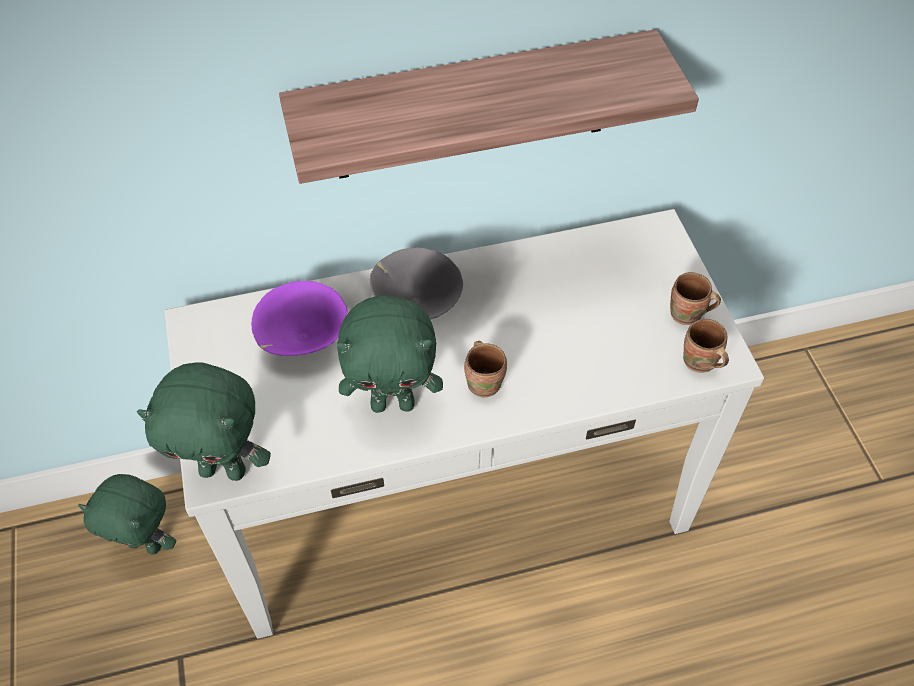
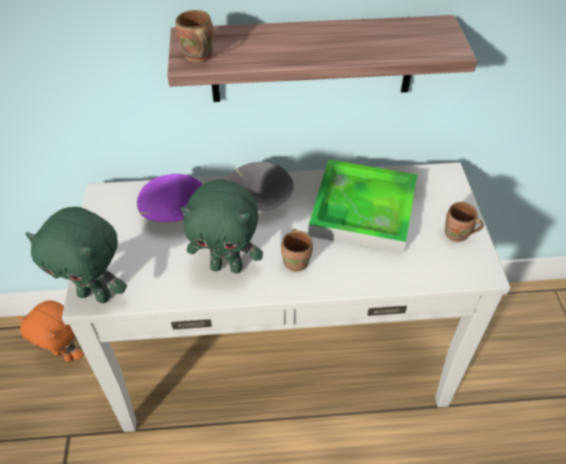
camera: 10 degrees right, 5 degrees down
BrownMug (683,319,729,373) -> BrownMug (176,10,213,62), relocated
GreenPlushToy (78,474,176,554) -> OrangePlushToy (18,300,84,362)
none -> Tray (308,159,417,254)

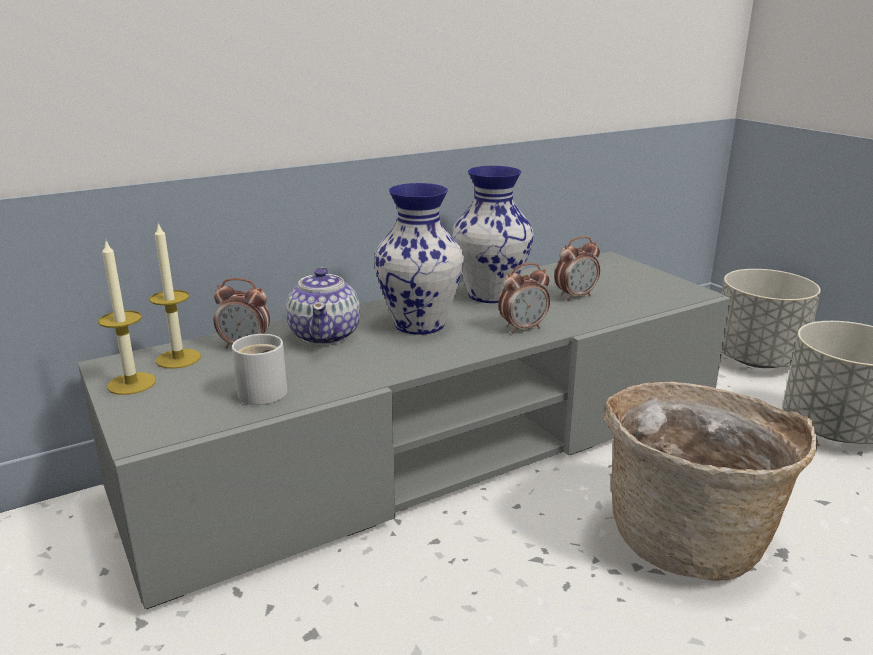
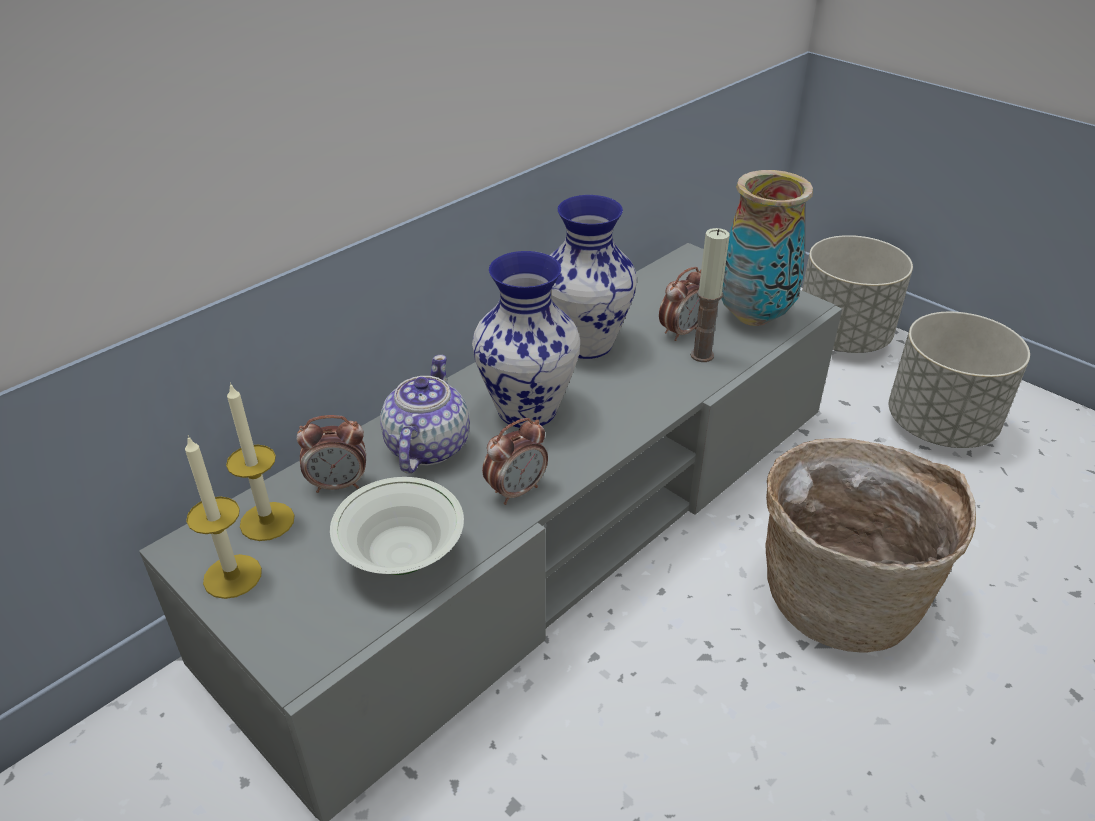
camera: 15 degrees left, 15 degrees up
AlarmClock (498,263,550,334) -> AlarmClock (482,418,548,505), relocated
Teapot (286,267,360,346) -> Teapot (380,355,470,473), 150 degrees counterclockwise
WhiteMug (232,334,287,405) -> WhiteBowl (330,477,464,575)
none -> Vase (721,170,813,326)
none -> Candle (690,228,730,362)

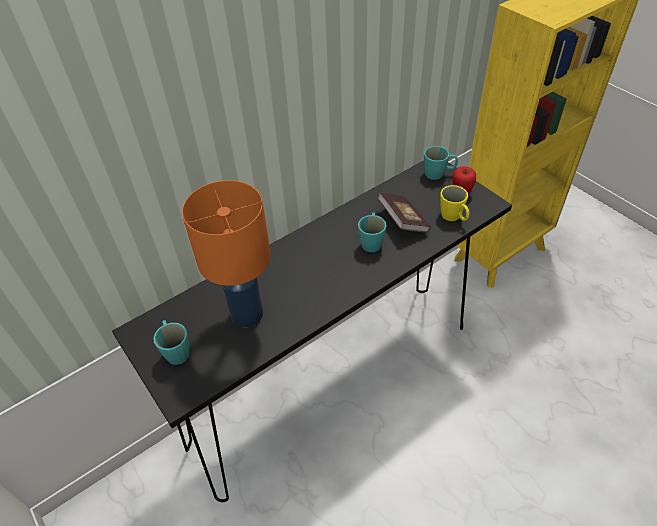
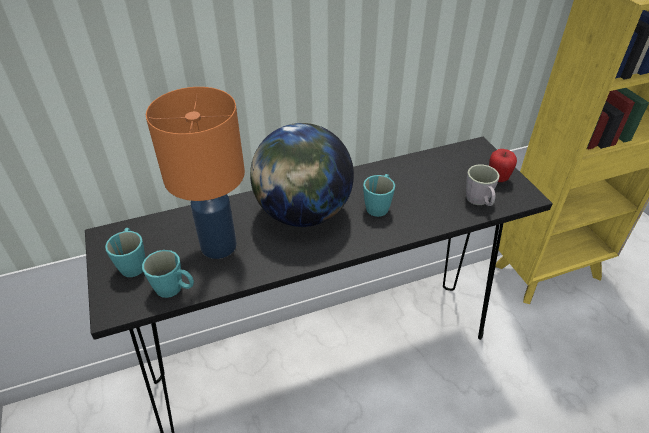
camera: 15 degrees right, 5 degrees down
TurquoiseMug (424,146,458,180) -> TurquoiseMug (142,250,194,298), relocated
YellowMug (440,185,470,221) -> GreyMug (466,164,500,206)
Book (377,192,431,233) -> none
none -> Globe (250,123,354,227)

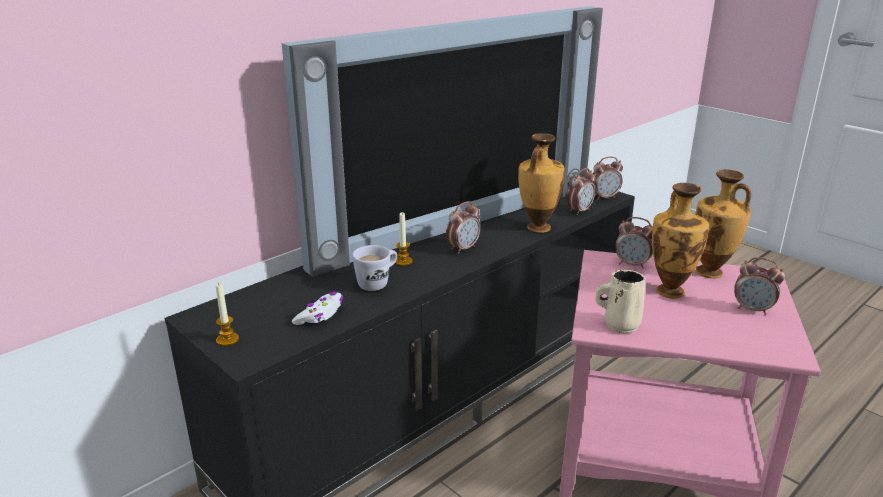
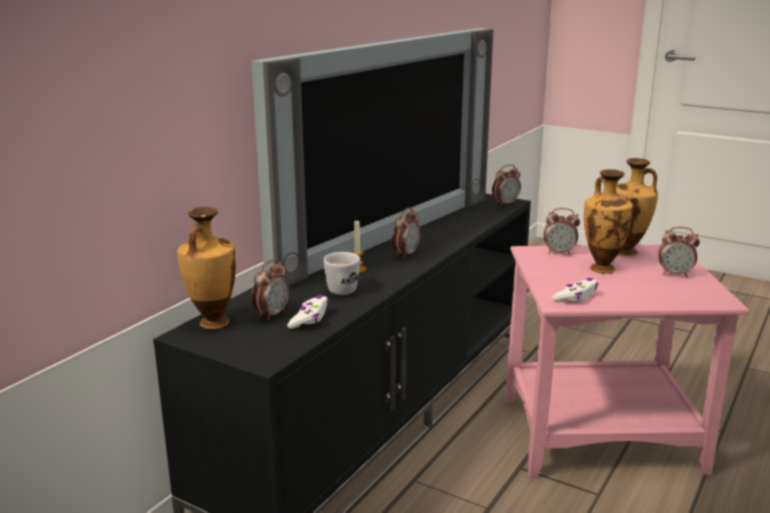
camera: 15 degrees left, 5 degrees down
Vase (518,133,564,233) -> Vase (177,207,236,329), relocated
AlarmClock (567,168,595,215) -> AlarmClock (252,259,289,321), relocated
BeigeMug (595,270,646,333) -> WhiteGameController (552,278,598,301)
Candle (216,282,239,346) -> none

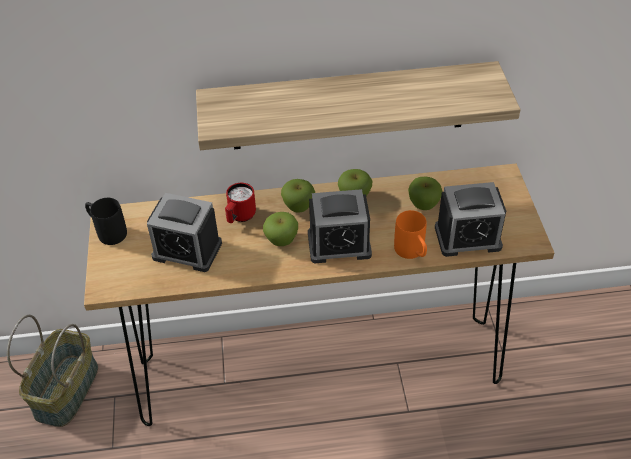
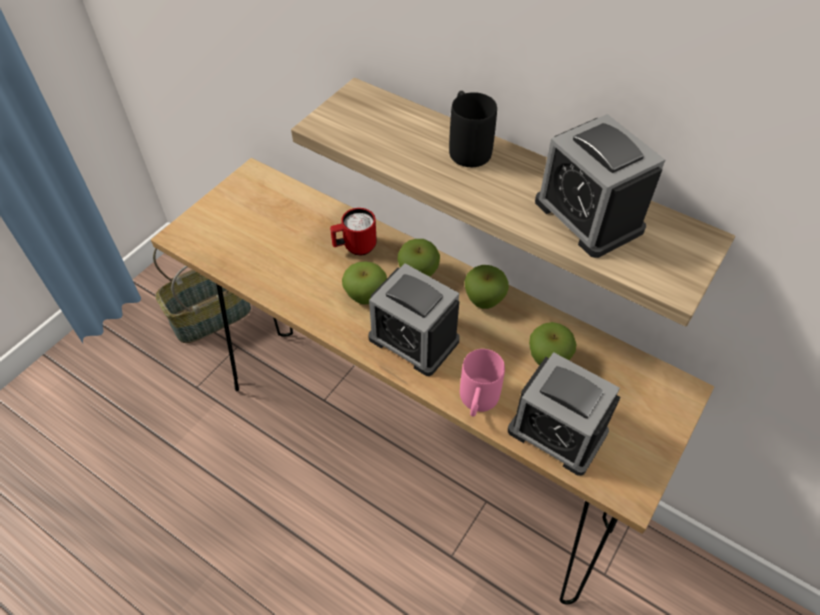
camera: 40 degrees right, 5 degrees up
AlarmClock (147,193,222,272) -> AlarmClock (535,114,665,258), relocated
BlackMug (85,198,127,245) -> BlackMug (449,91,497,167), relocated
OrangeMug (394,210,427,259) -> PinkMug (460,349,505,417)

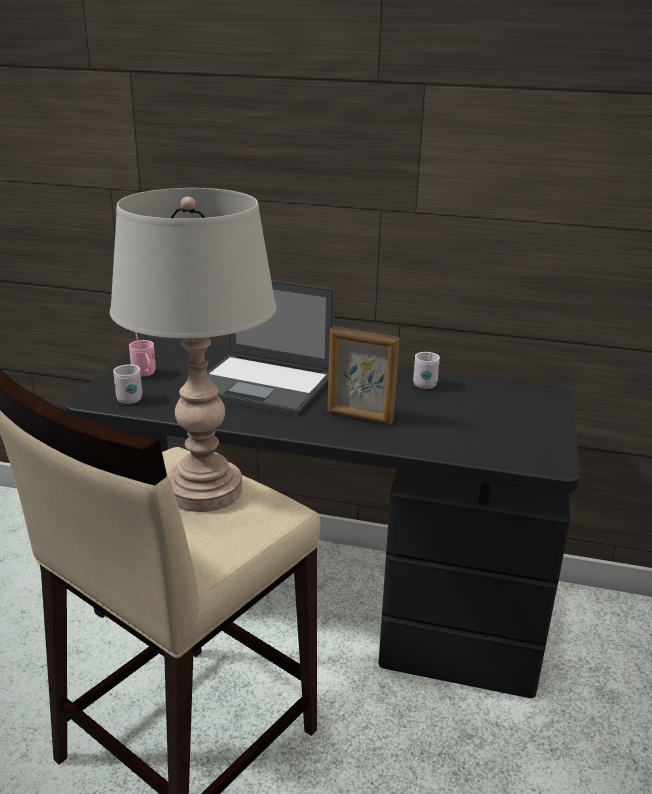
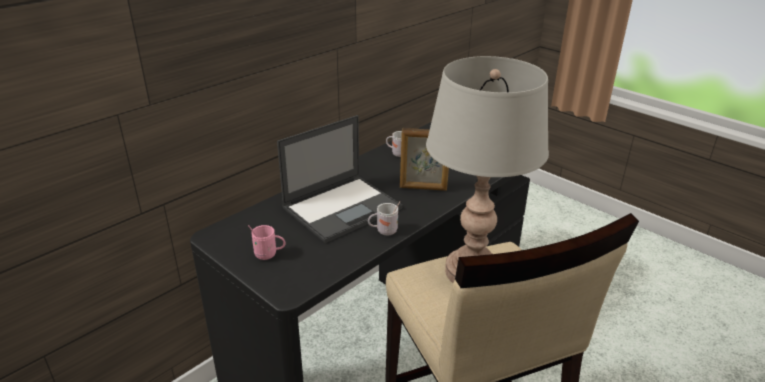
camera: 60 degrees left, 5 degrees up
PictureFrame (327,326,399,425) -> PictureFrame (400,128,449,191), 45 degrees clockwise
WhiteMug (113,365,142,404) -> WhiteMug (368,201,401,235), relocated

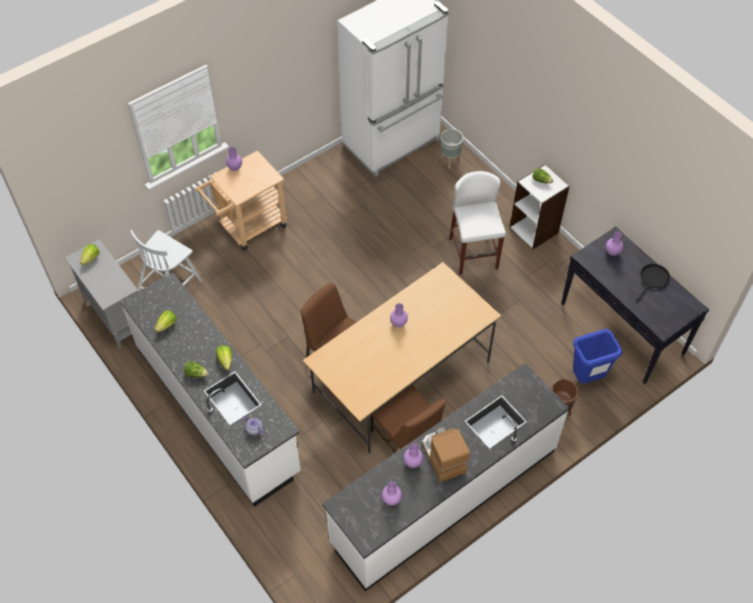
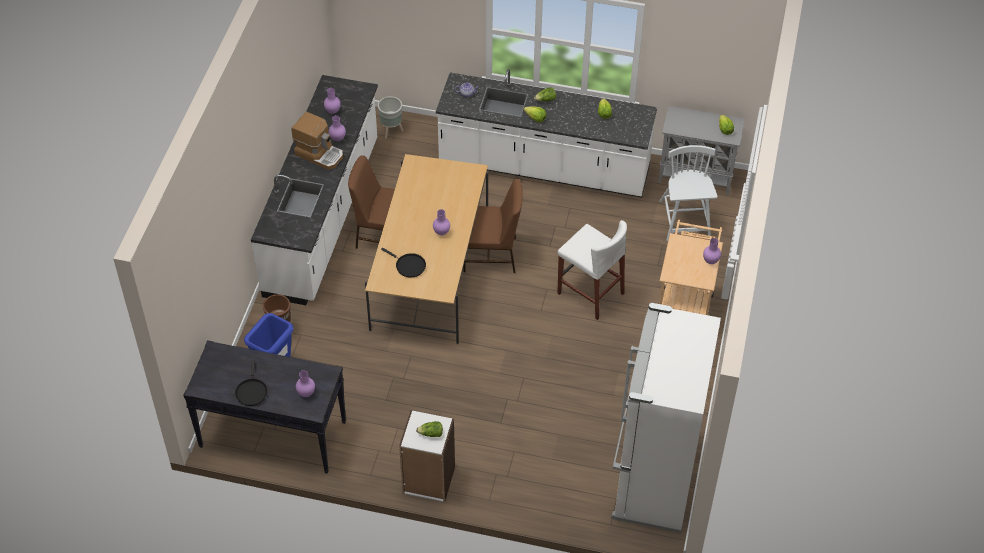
camera: 140 degrees right, 5 degrees down
GreyPlanter (441,129,464,169) -> GreyPlanter (378,96,403,139), relocated
WhiteStool (449,171,506,275) -> WhiteStool (557,220,627,320), relocated
none -> BlackFryingPan (381,248,426,278)

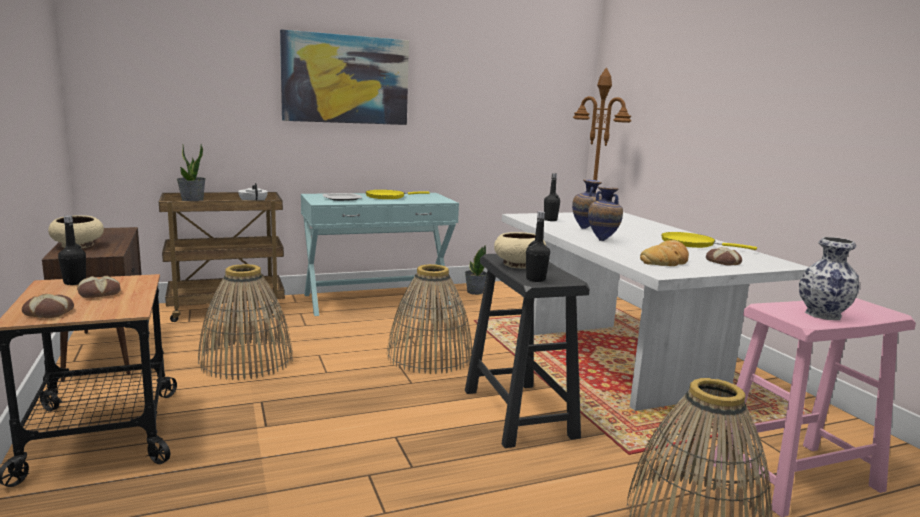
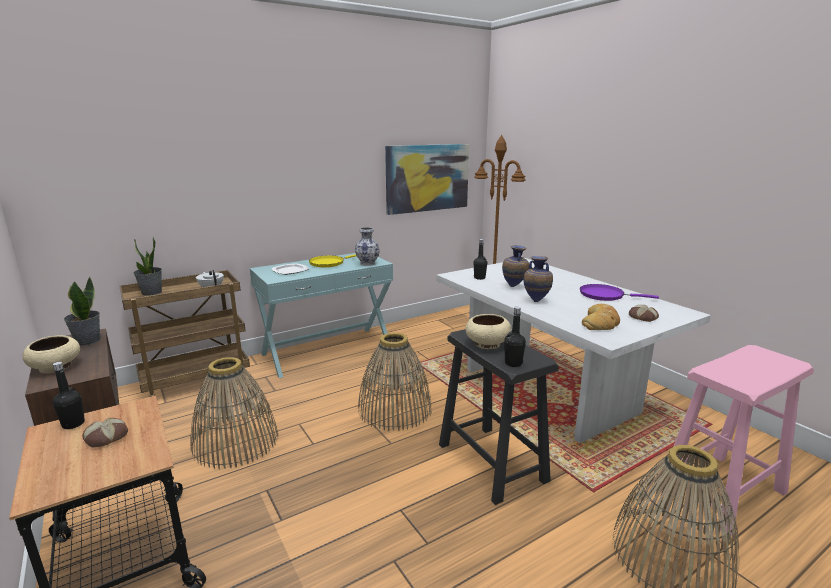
camera: 10 degrees left, 5 degrees up
Picture (280,29,409,125) -> Picture (385,144,469,215), relocated
YellowFryingPan (661,232,757,250) -> PurpleFryingPan (580,284,659,301)
Vase (799,237,860,320) -> Vase (355,227,380,266), relocated
PottedPlant (465,245,487,295) -> PottedPlant (64,277,101,346), relocated
Bread (22,294,74,318) -> none

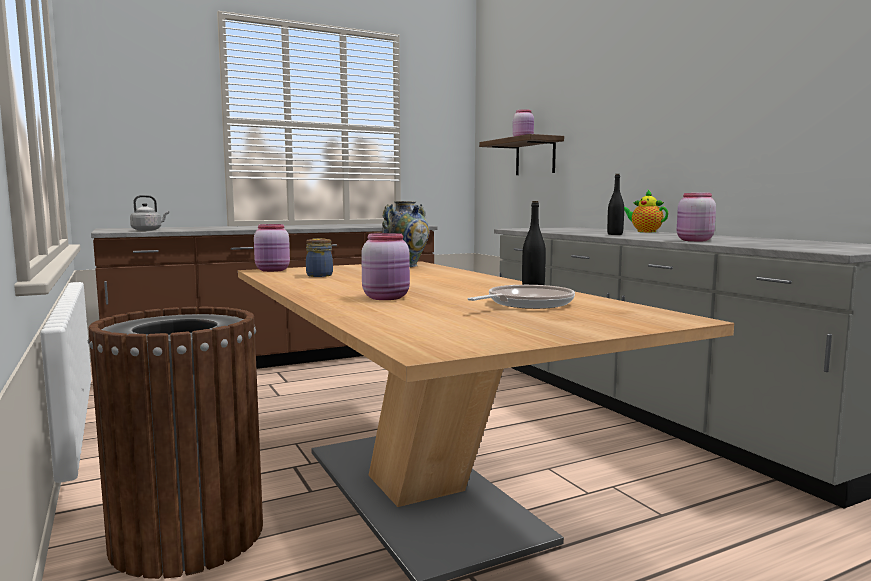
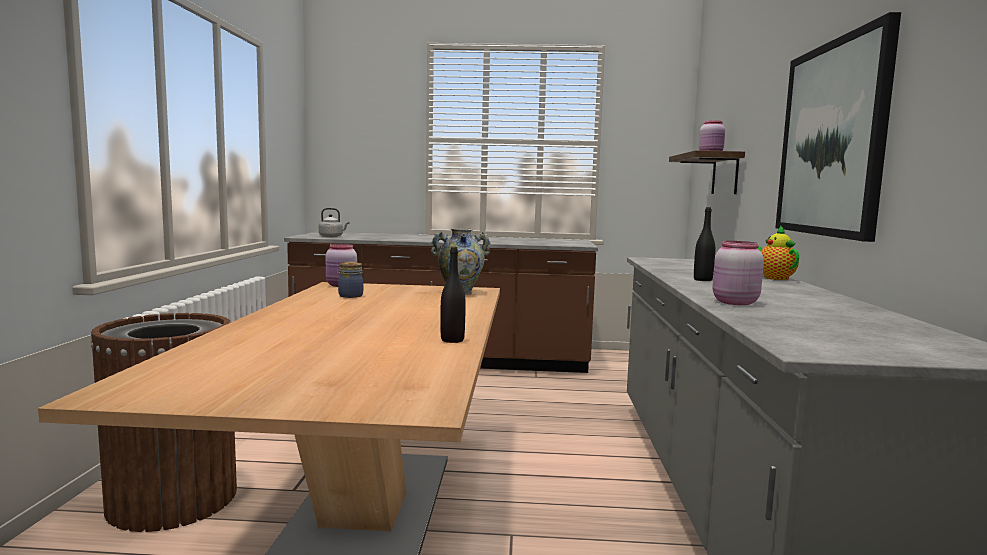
camera: 30 degrees right, 0 degrees up
PinkJar (361,233,410,300) -> none
FryingPan (467,285,575,309) -> none
none -> Picture (775,12,901,242)

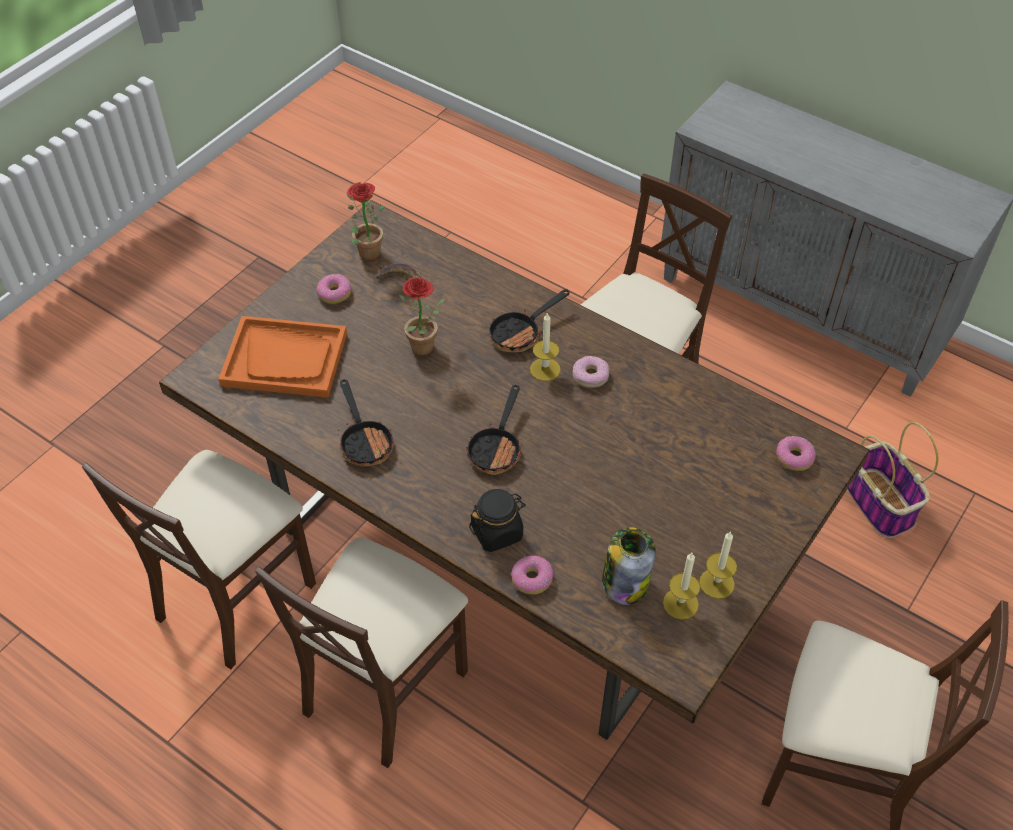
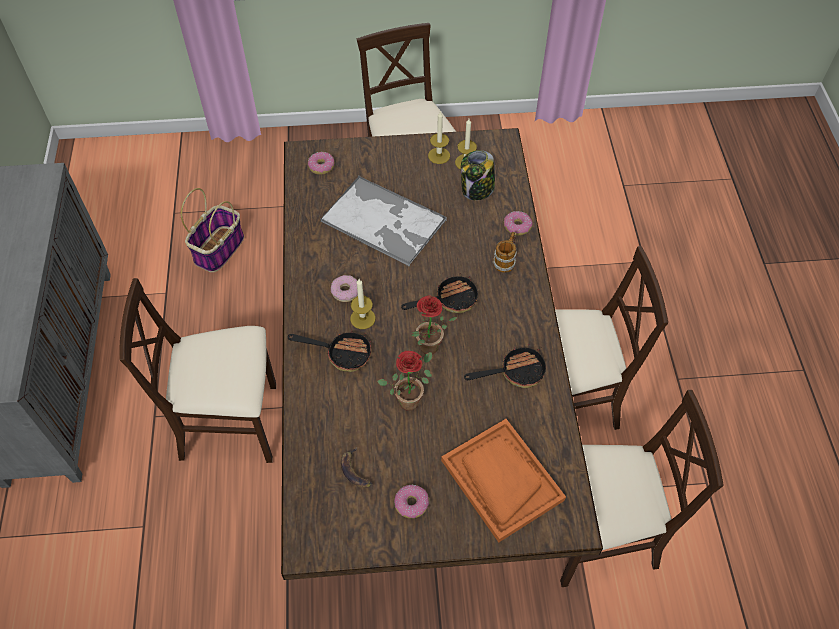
camera: 130 degrees left, 5 degrees up
PottedPlant (347,182,385,261) -> PottedPlant (411,295,458,354), relocated
FryingPan (338,379,395,466) -> FryingPan (464,344,546,388), 45 degrees clockwise
BlackJar (469,489,526,552) -> Mug (493,232,517,273)
none -> Tray (320,175,447,267)

